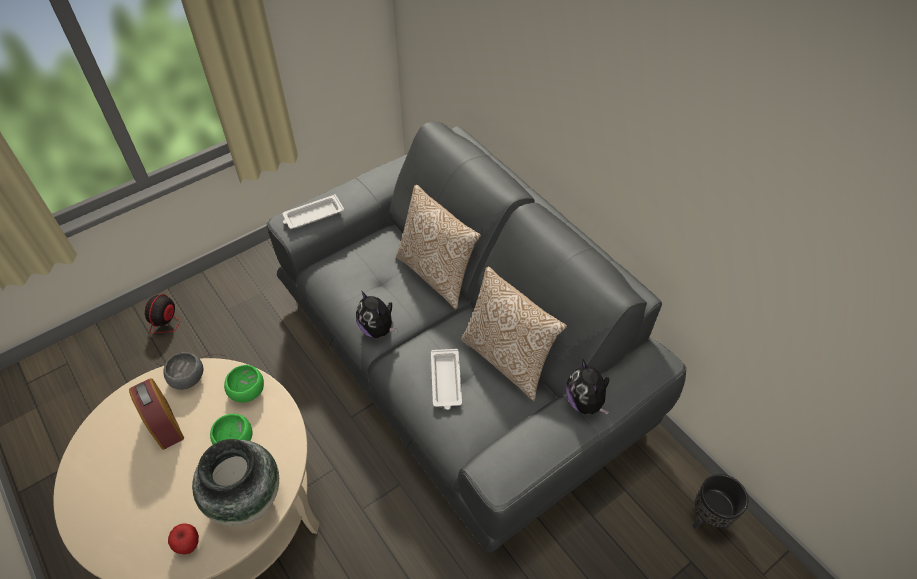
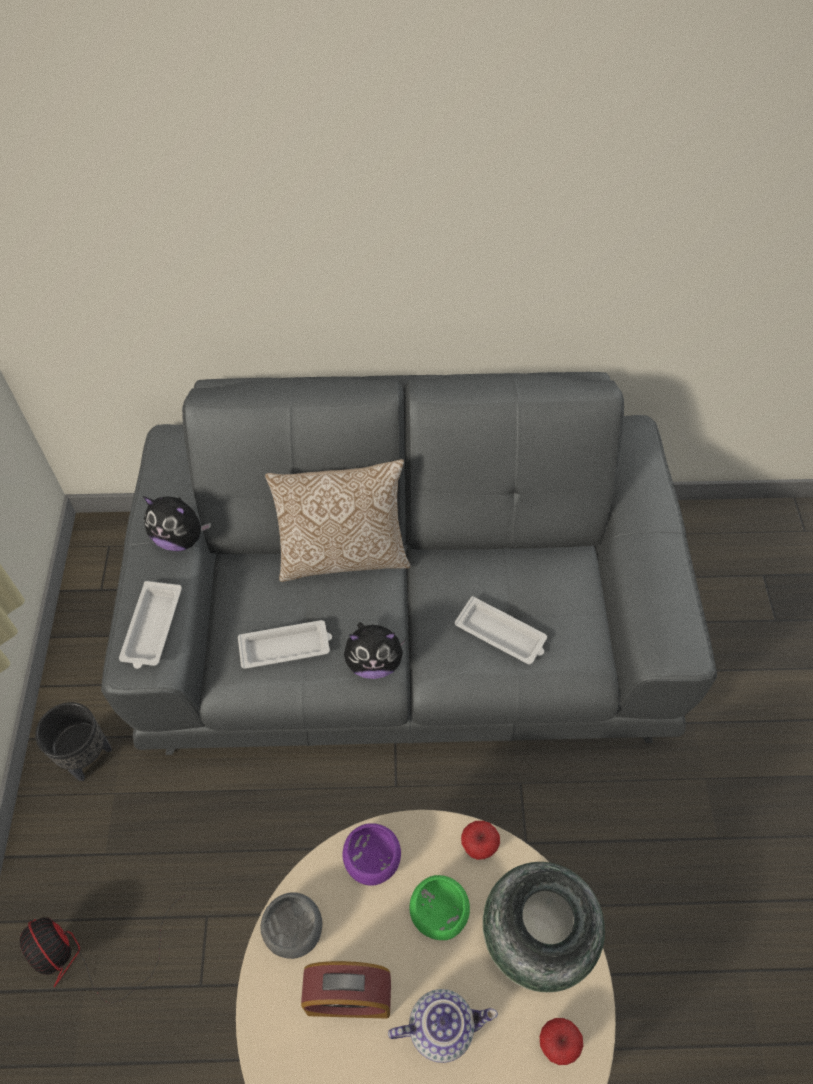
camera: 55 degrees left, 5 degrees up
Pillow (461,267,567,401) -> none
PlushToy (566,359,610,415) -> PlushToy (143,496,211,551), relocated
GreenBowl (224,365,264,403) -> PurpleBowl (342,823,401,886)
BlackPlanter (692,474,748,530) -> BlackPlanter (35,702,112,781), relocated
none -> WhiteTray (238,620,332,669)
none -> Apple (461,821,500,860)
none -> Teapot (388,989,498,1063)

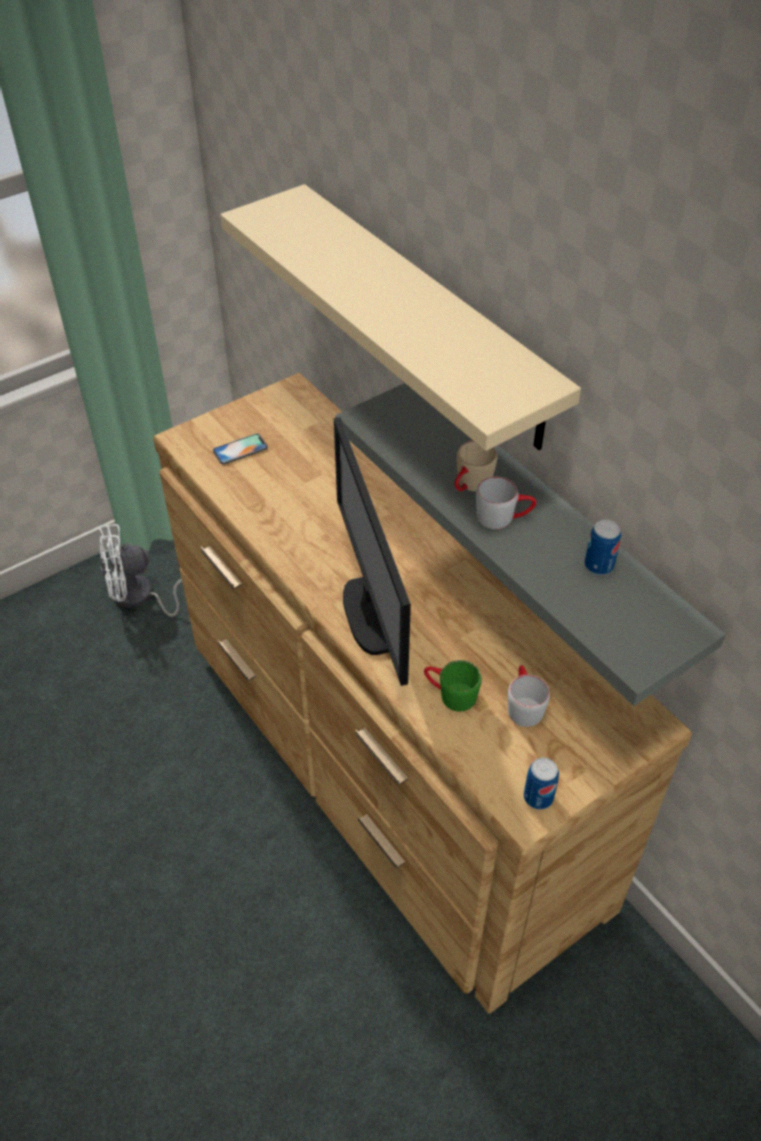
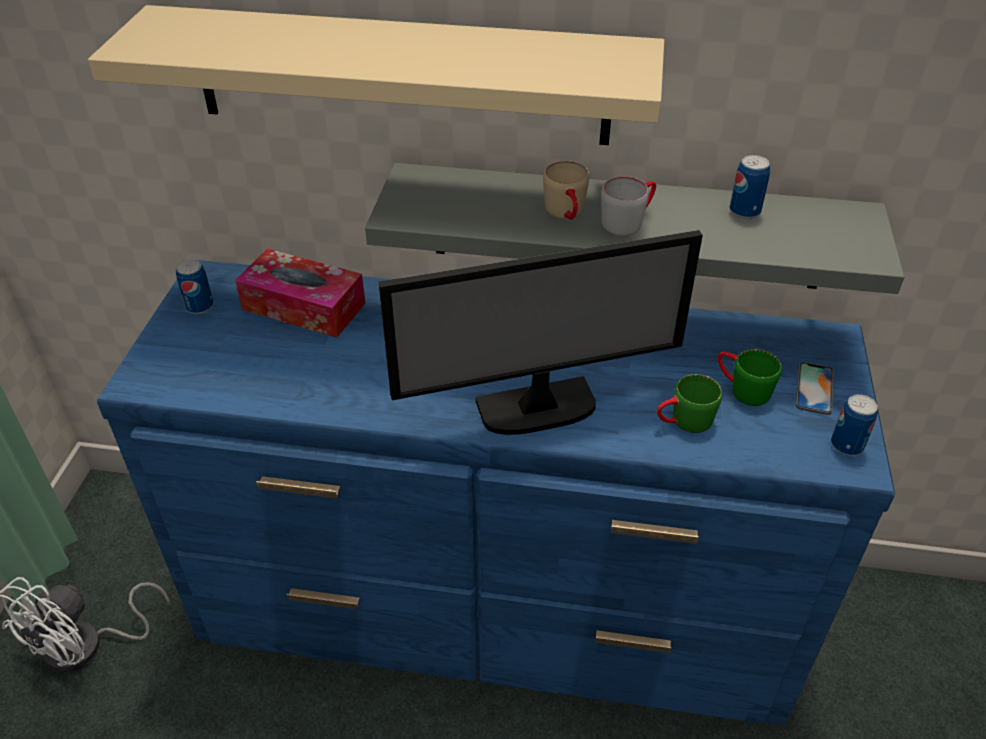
camera: 45 degrees left, 5 degrees down
BrownDresser (153,373,692,1013) -> BlueDresser (96,260,895,725)
Monitor (334,417,411,686) -> Monitor (379,230,703,435), 45 degrees counterclockwise
Phone (213,433,268,465) -> Phone (796,362,834,415), relocated
GreyMug (508,665,550,727) -> GreenMug (718,349,782,406)
none -> TissueBox (235,248,365,338)
none -> Can (176,259,213,314)

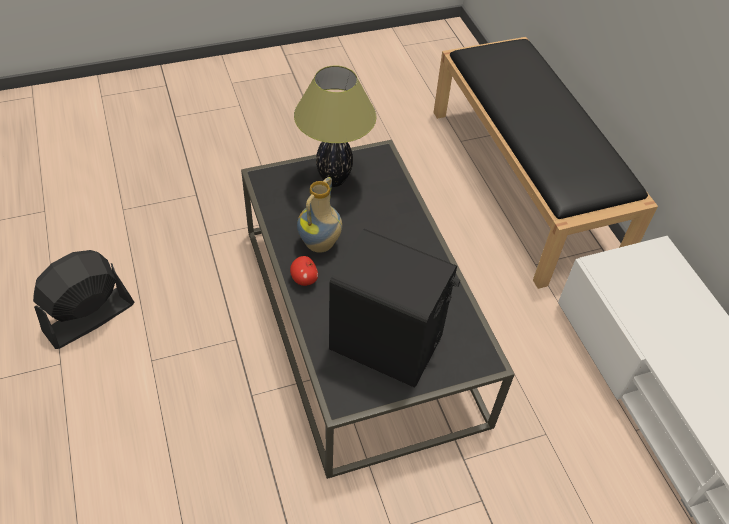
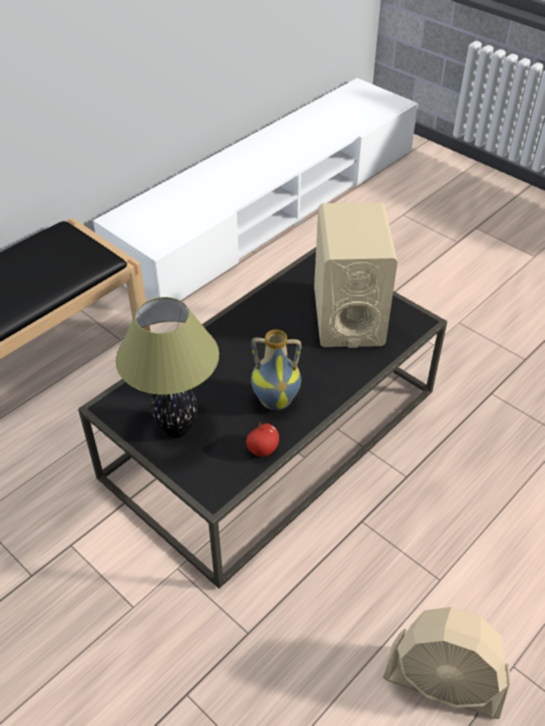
camera: 115 degrees left, 5 degrees down
BlackSpeaker (329,229,460,388) -> BeigeSpeaker (314,203,398,348)
BlackFan (33,250,135,349) -> BeigeFan (383,607,510,719)
Apple (290,256,318,286) -> Apple (246,422,279,457), relocated

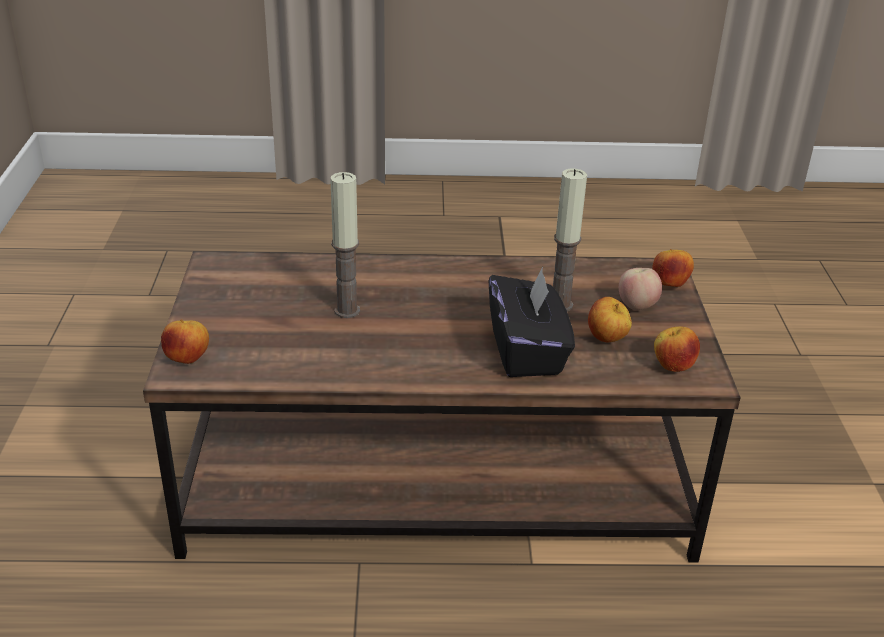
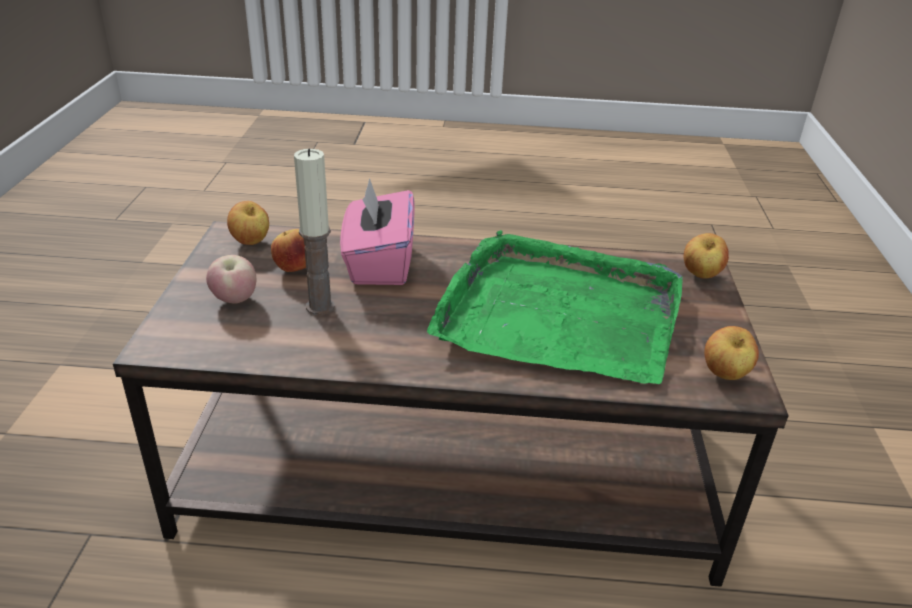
camera: 175 degrees left, 0 degrees up
Candle (330,172,360,318) -> GreenTray (427,230,683,384)
Apple (652,249,694,287) -> Apple (704,326,759,380), relocated
BlackTissueBox (489,267,575,377) -> PinkTissueBox (340,178,415,285)

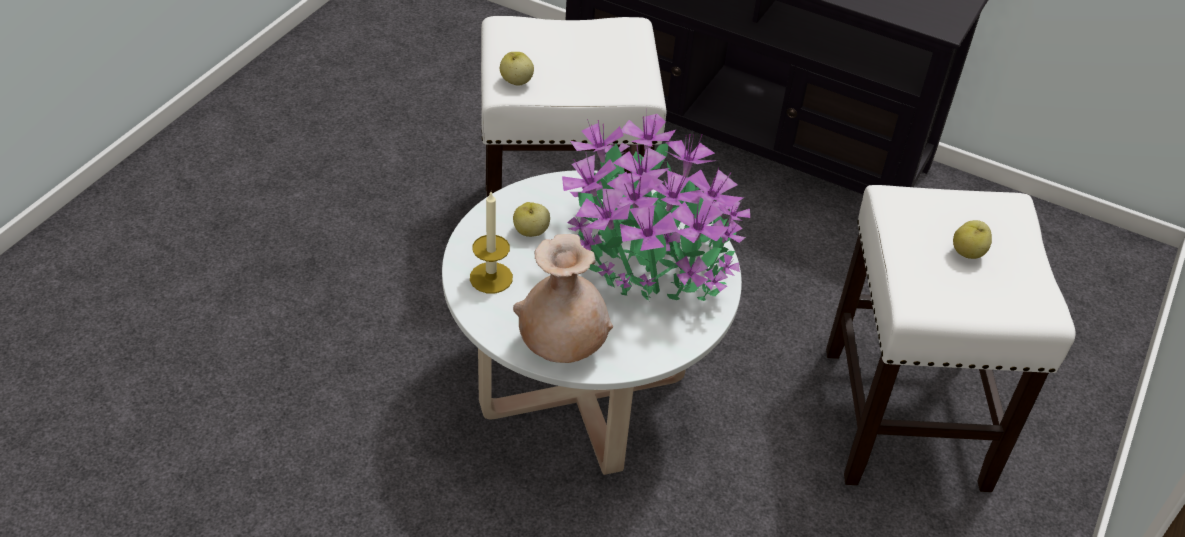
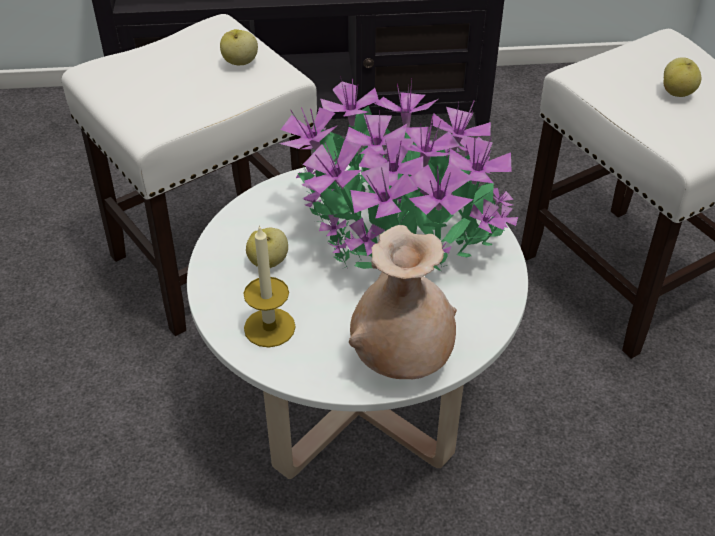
camera: 30 degrees left, 0 degrees up
Apple (500,52,534,86) -> Apple (220,29,258,65), relocated

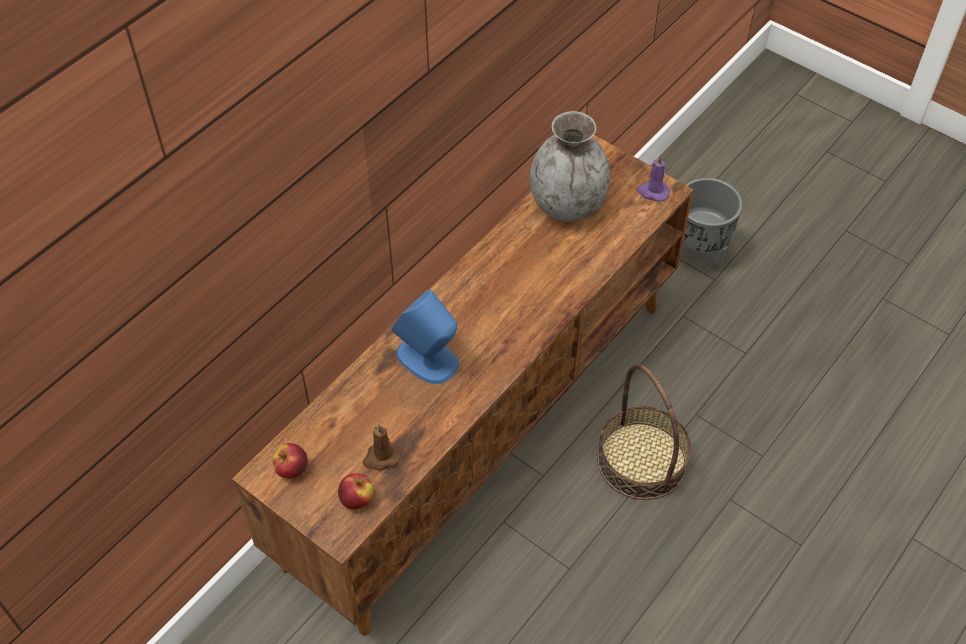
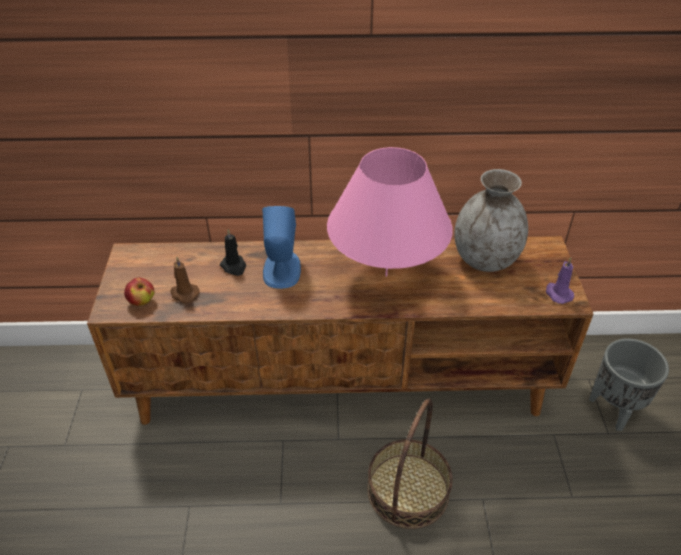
camera: 50 degrees right, 10 degrees down
Apple (272,443,308,479) -> none
none -> PinkTableLamp (327,147,453,277)
none -> BlackCandle (220,229,246,276)

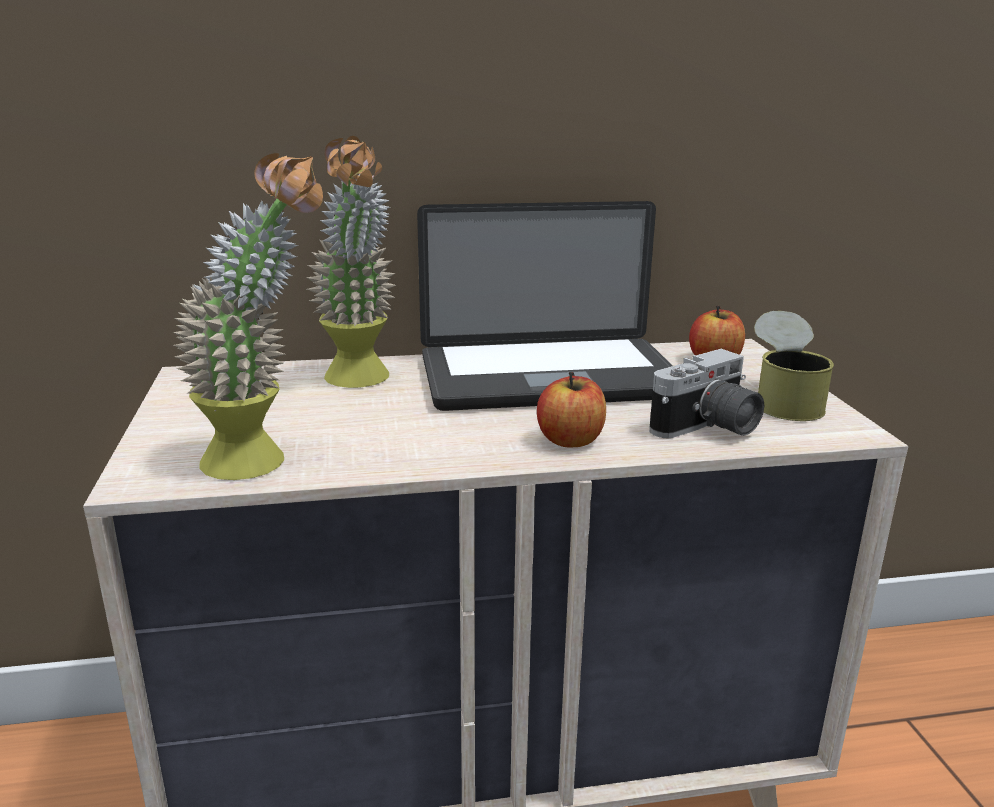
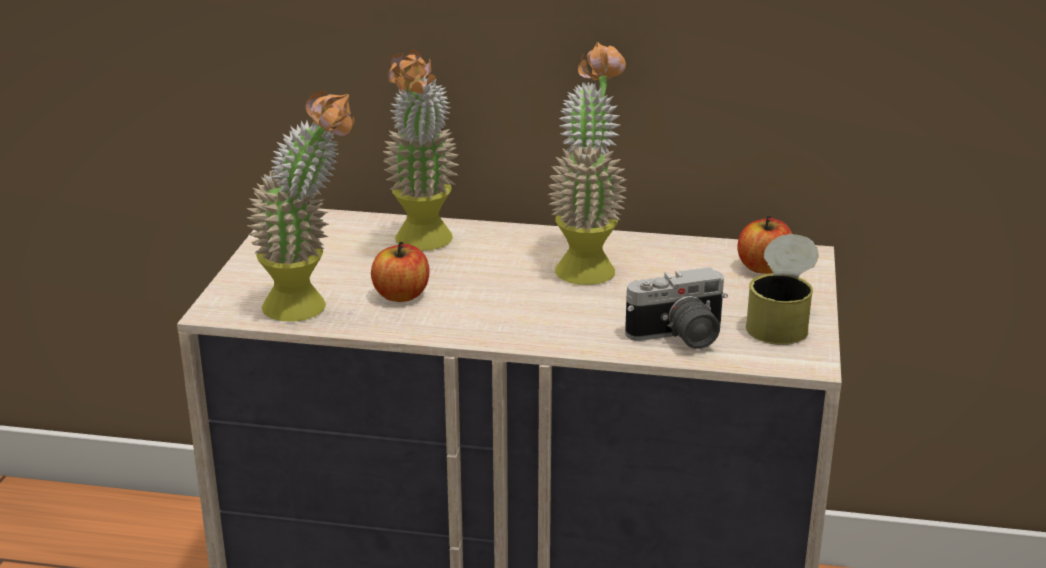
camera: 20 degrees right, 5 degrees up
Laptop (417,201,672,411) -> PottedPlant (548,42,627,285)
Apple (537,372,606,447) -> Apple (371,242,430,302), relocated

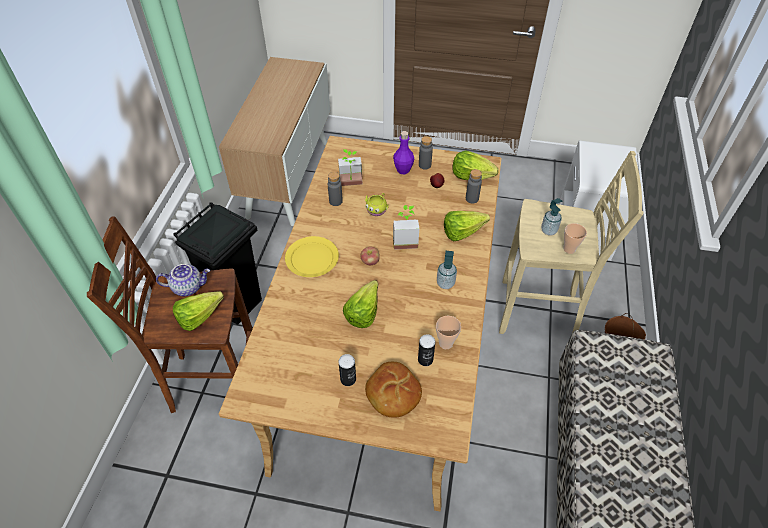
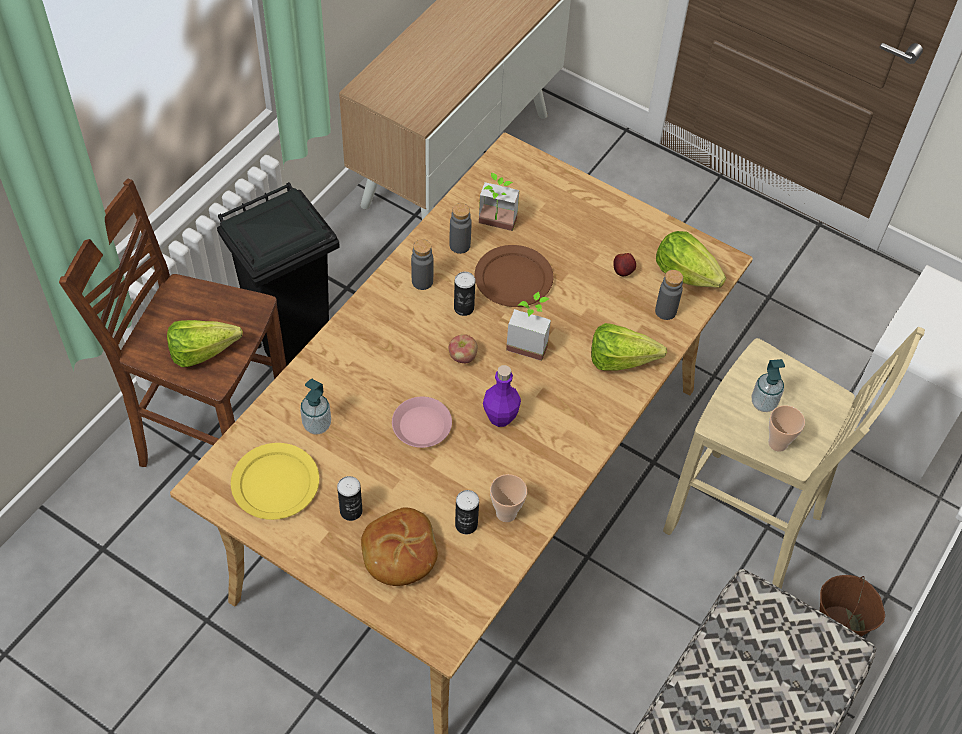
camera: 20 degrees right, 5 degrees up
PurpleBottle (393,131,414,174) -> PurpleBottle (483,365,521,427), relocated
GreyBottle (419,136,433,170) -> GreyBottle (411,239,433,290), relocated
YellowMug (365,193,389,216) -> BrownPlate (475,245,553,307)
YellowPlate (285,236,339,277) -> YellowPlate (231,443,319,520), relocated
SoapDispenser (437,251,457,289) -> SoapDispenser (300,379,331,434), relocated
Teapot (156,264,210,296) -> none
Lettuce (343,280,378,328) -> PinkPlate (392,397,452,448)
none -> Can (454,272,475,316)

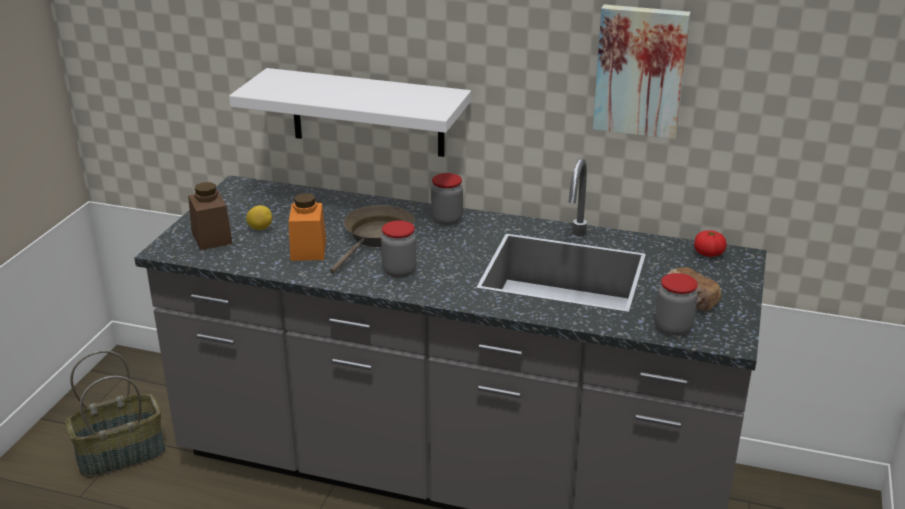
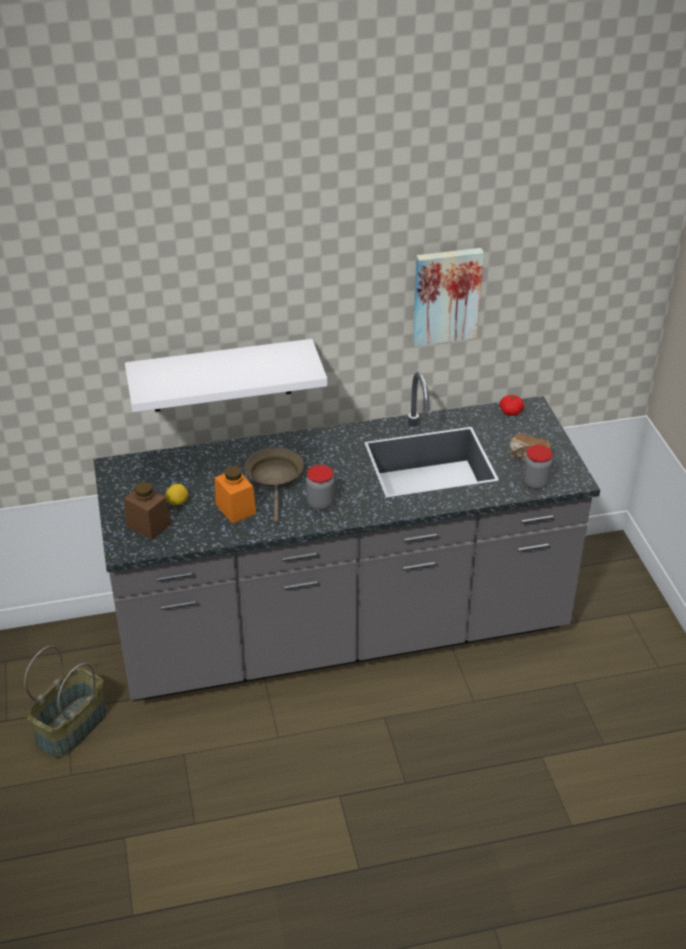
camera: 30 degrees left, 10 degrees up
Jar (431,173,463,225) -> none

